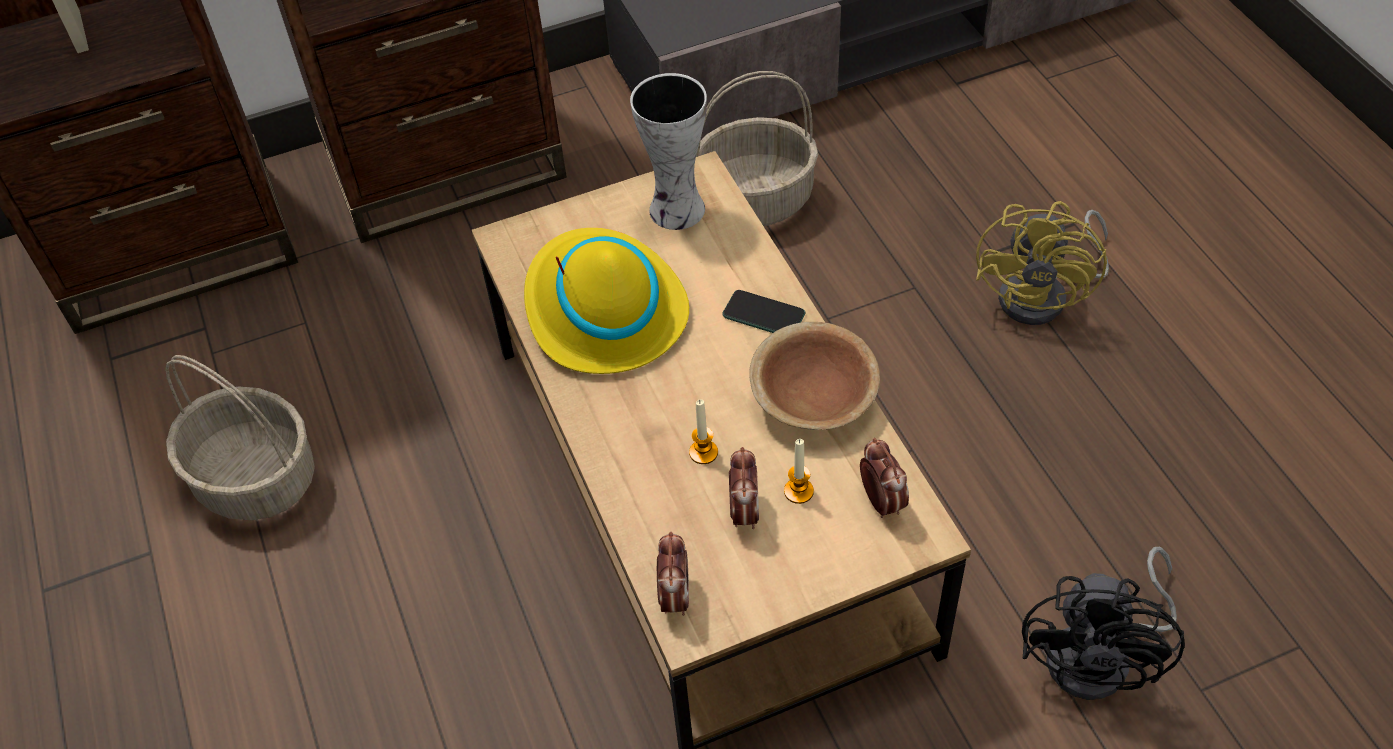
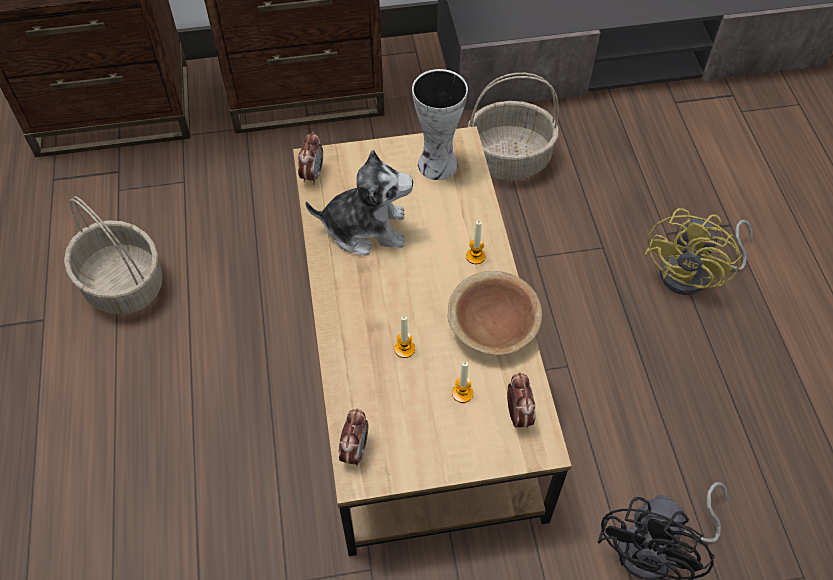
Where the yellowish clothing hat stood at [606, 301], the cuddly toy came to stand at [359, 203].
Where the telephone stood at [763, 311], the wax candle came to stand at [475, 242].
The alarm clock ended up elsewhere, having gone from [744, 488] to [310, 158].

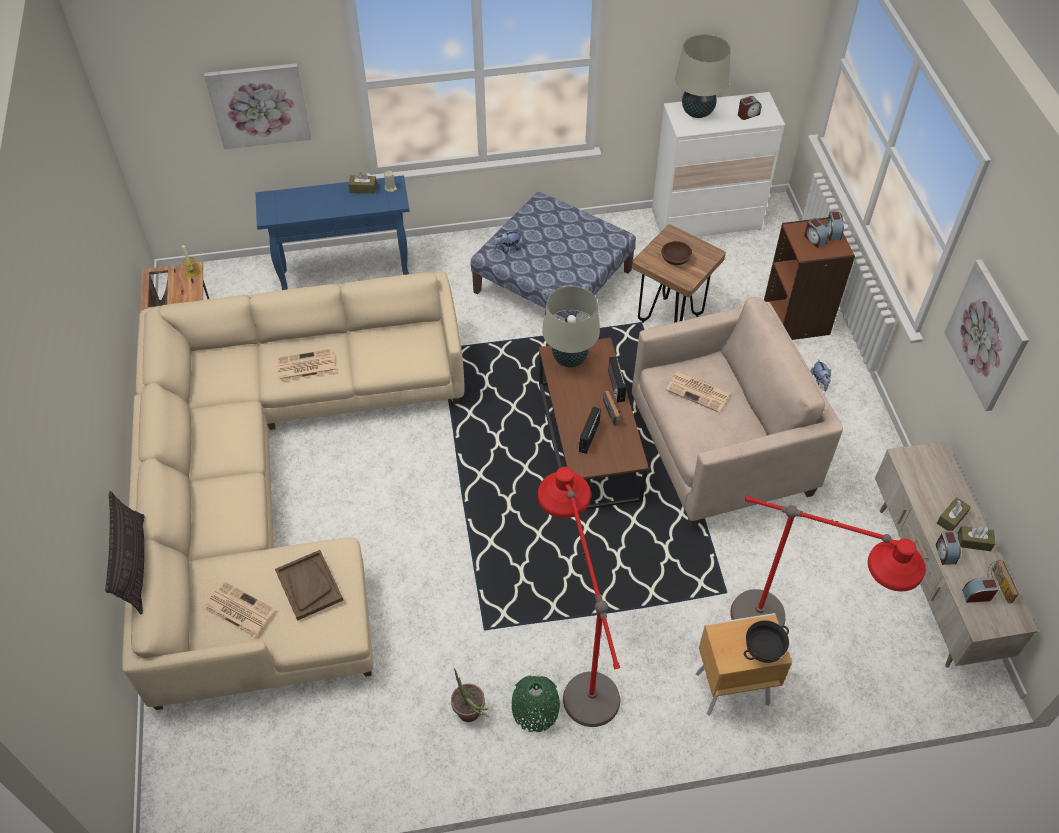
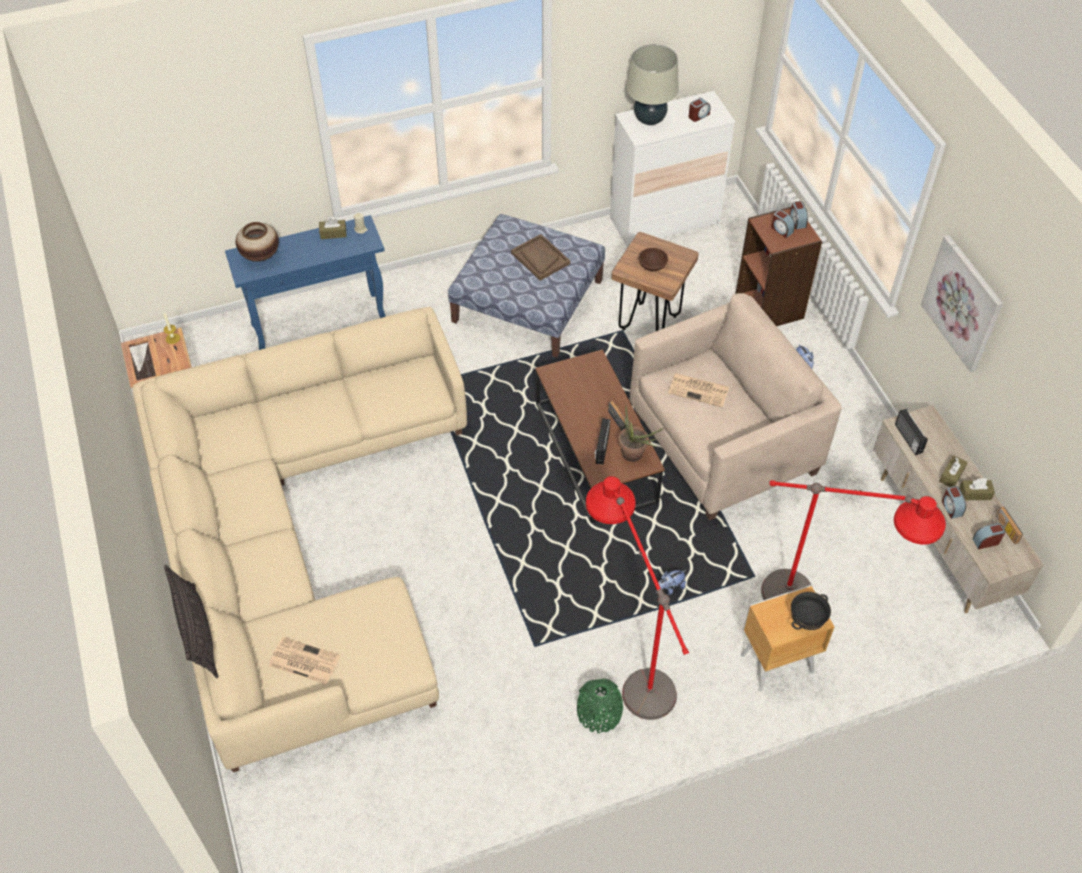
The second view lost the wall art at [257, 106].
The brown tray ended up elsewhere, having gone from [309, 585] to [540, 257].
The second view lost the newspaper at [306, 365].
The potted plant ended up elsewhere, having gone from [470, 695] to [641, 434].
The cuddly toy ended up elsewhere, having gone from [507, 241] to [671, 582].
The second view lost the sand-coloured tabletop lamp at [571, 326].
The radio ended up elsewhere, having gone from [617, 380] to [911, 432].
The second view gained the vase at [257, 242].

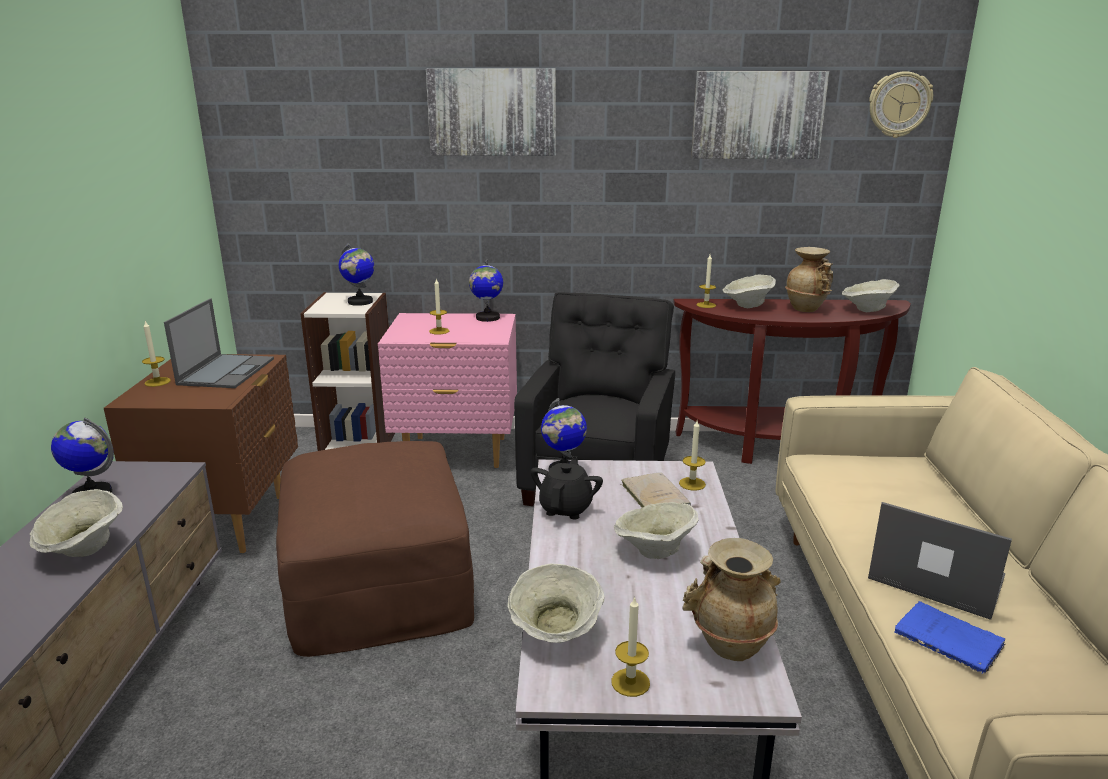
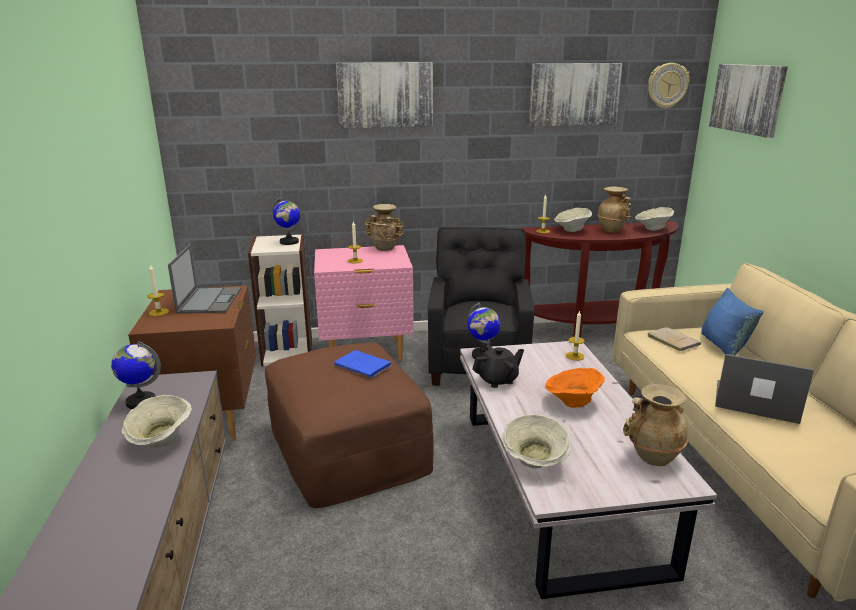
Where the world globe stood at [486, 290], the sand-coloured vase came to stand at [384, 227].
The black-coloured teapot at [567, 488] ended up facing another way, 60 degrees clockwise from before.
The second view lost the wax candle at [630, 646].
What was the sand-coloured bowl at [656, 530] turned into the orange-coloured bowl at [575, 388].
The sand-coloured bound book ended up elsewhere, having gone from [656, 490] to [674, 339].
The blue bound book ended up elsewhere, having gone from [950, 637] to [362, 363].
The second view gained the blue cushion at [732, 321].
The second view gained the wall art at [748, 101].

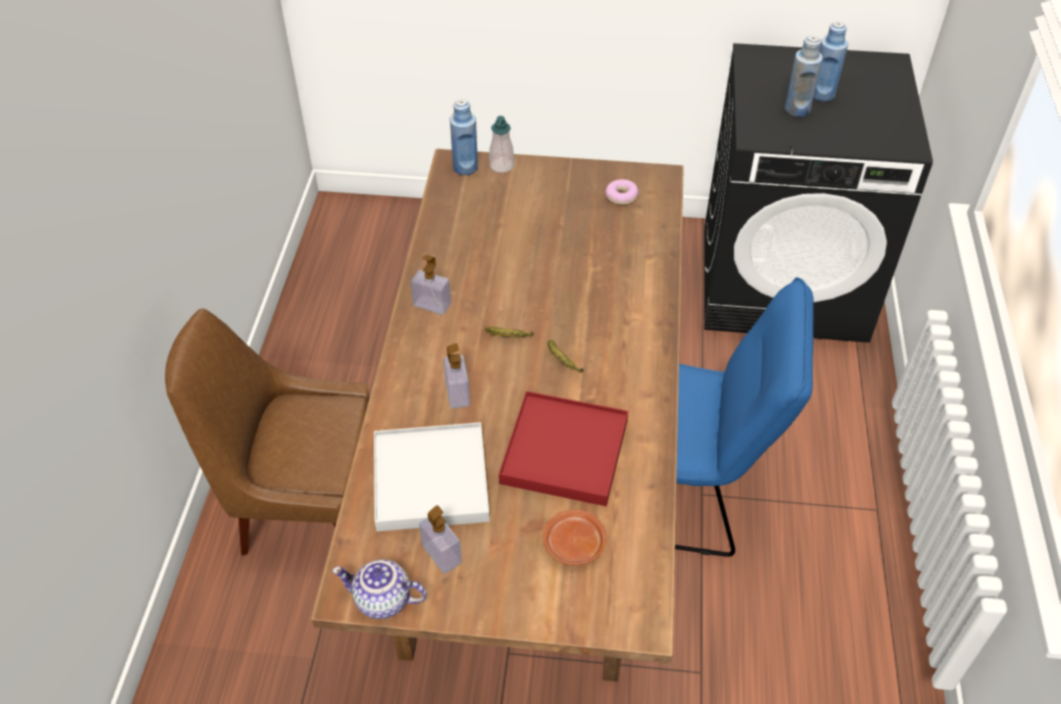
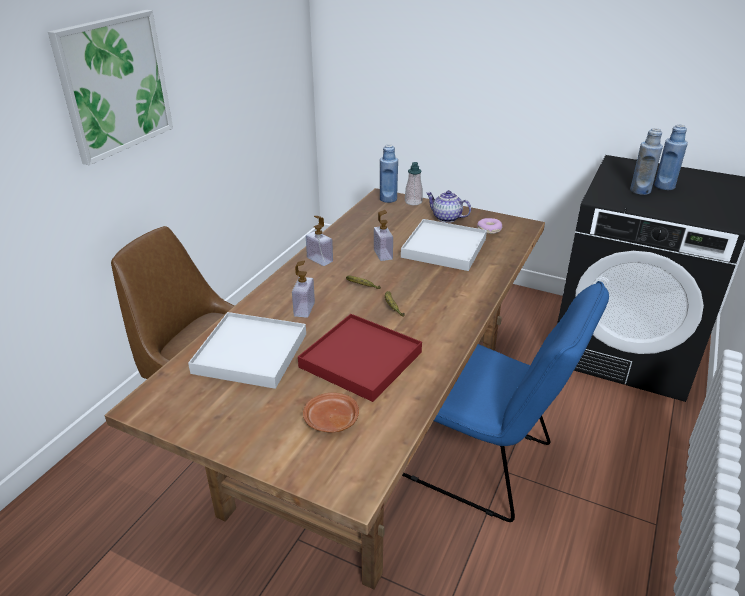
The teapot ended up elsewhere, having gone from [379, 589] to [448, 206].
The liquid soap bottle ended up elsewhere, having gone from [440, 539] to [383, 235].
The second view gained the wall art at [110, 87].
The second view gained the white tray at [444, 245].

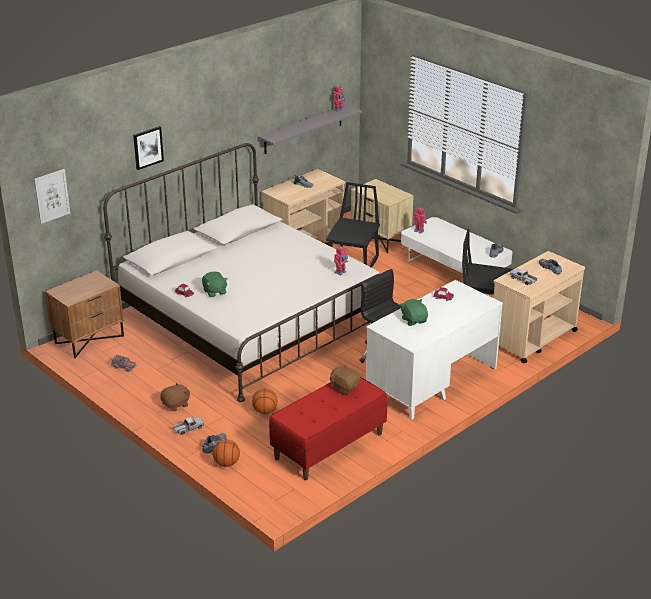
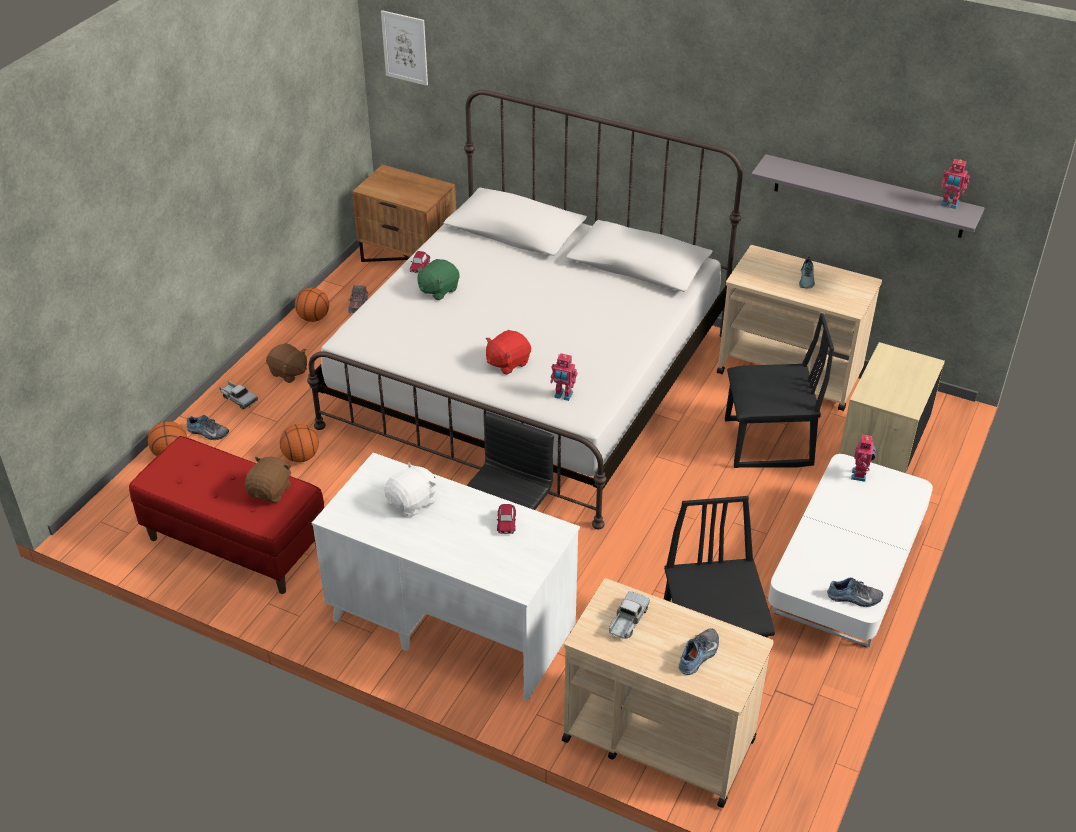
The second view lost the wall art at [148, 148].
What was the green cuddly toy at [414, 312] turned into the white cuddly toy at [410, 489].
The second view gained the basketball ball at [312, 305].
The second view gained the reddish cuddly toy at [508, 352].

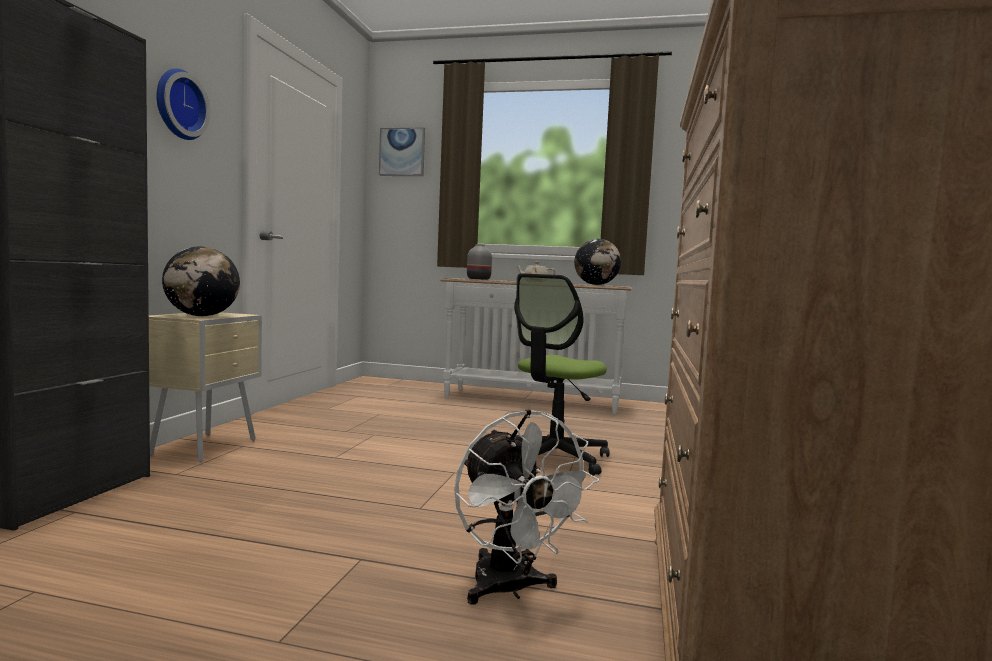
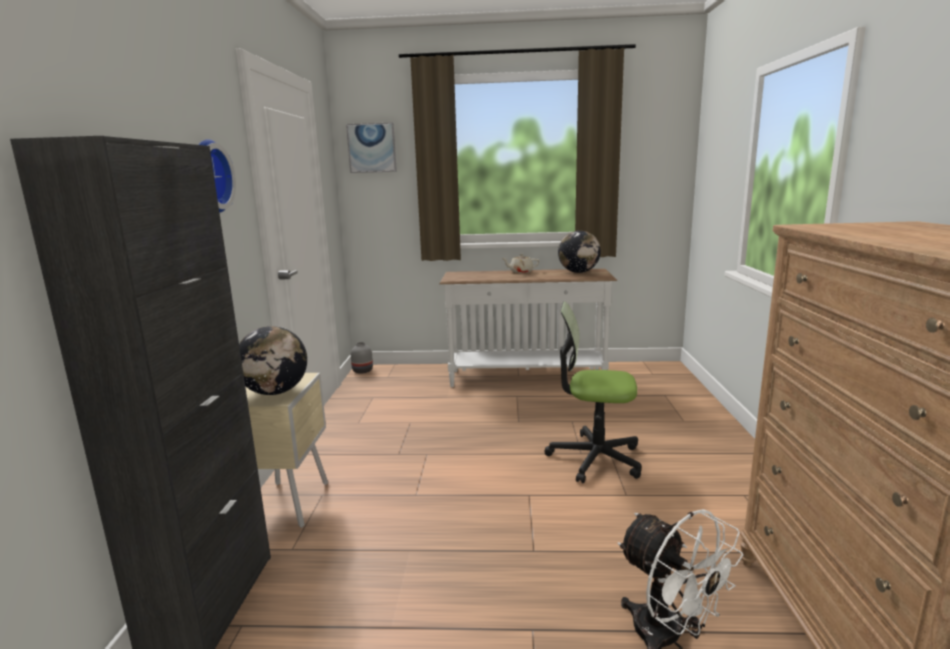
The greyish vase ended up elsewhere, having gone from [479, 262] to [362, 358].
The desk chair at [561, 374] ended up facing another way, 75 degrees clockwise from before.

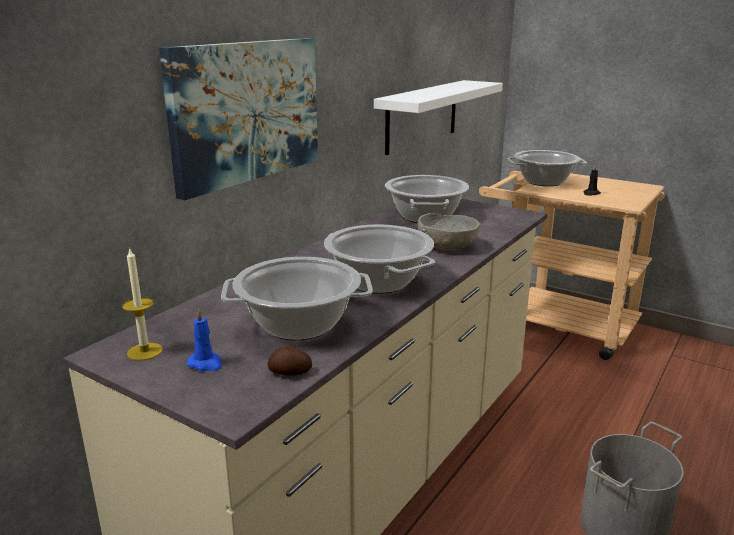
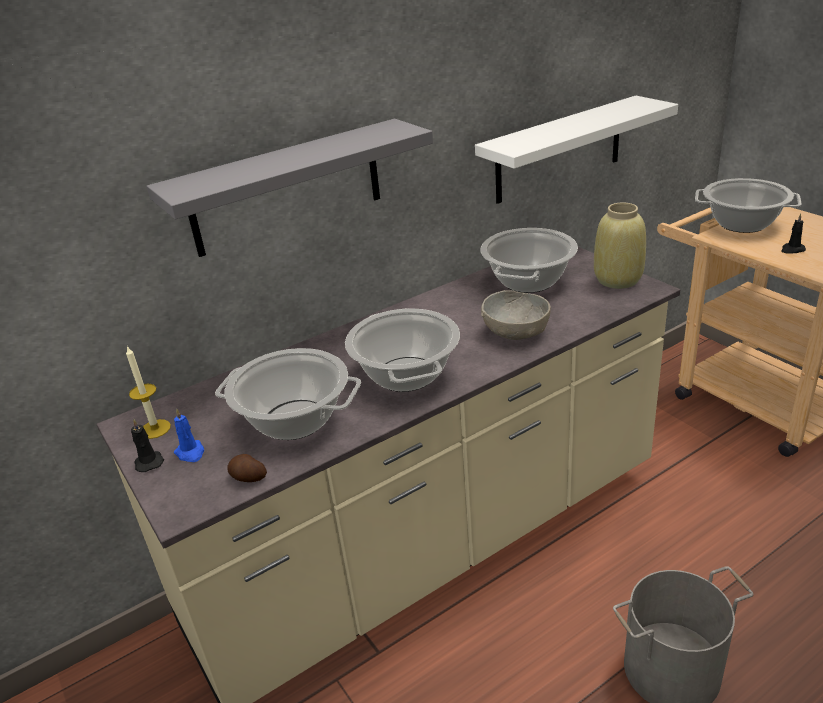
Where the wall art hung at [238, 119], the greyish wall shelf came to hang at [289, 188].
The second view gained the black-coloured wax candle at [147, 445].
The second view gained the sand-coloured vase at [620, 246].

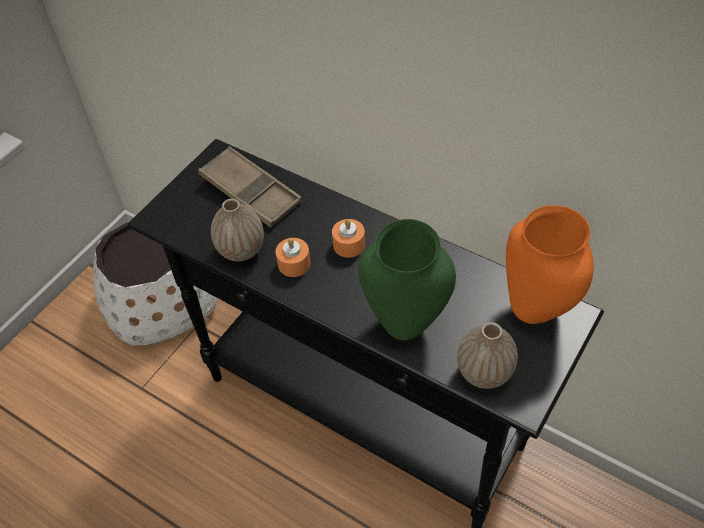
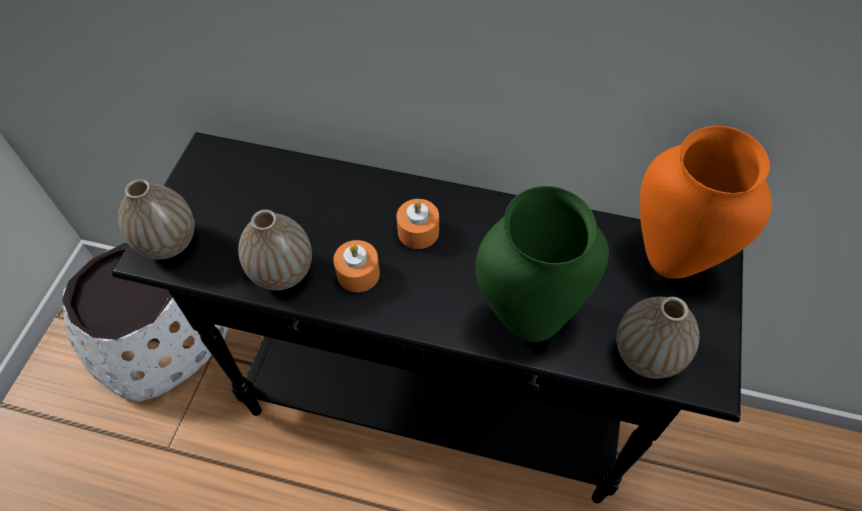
The second view lost the brown tray at [250, 187].
The second view gained the vase at [156, 219].

